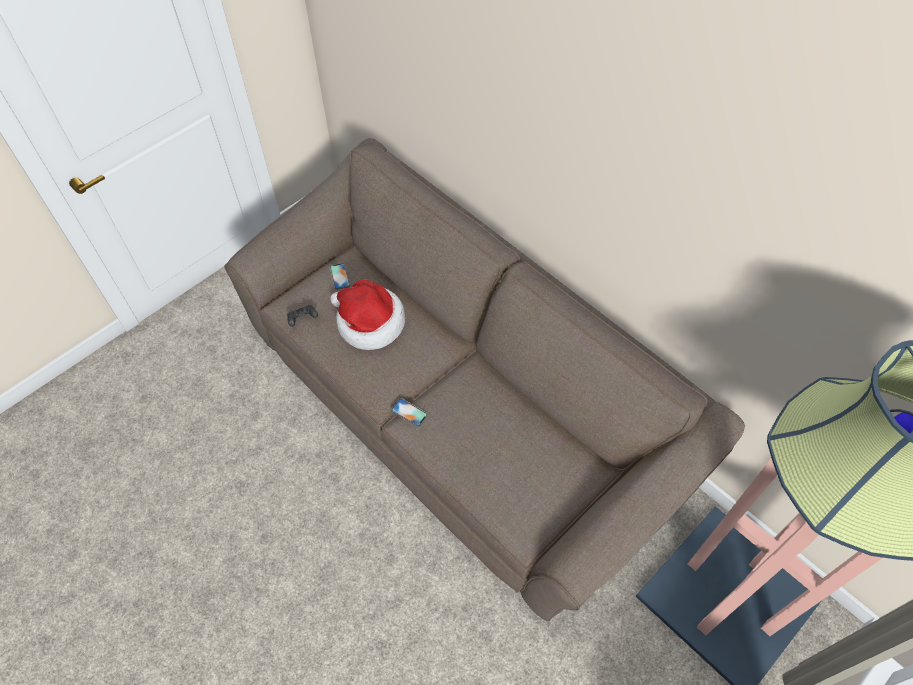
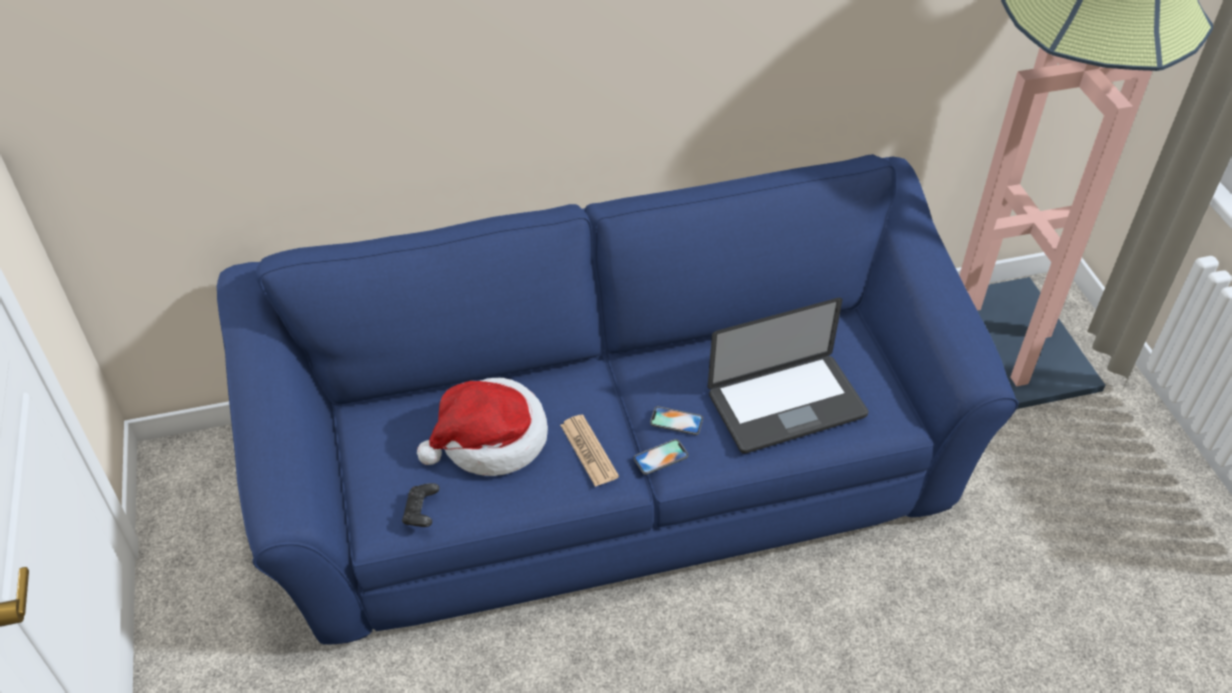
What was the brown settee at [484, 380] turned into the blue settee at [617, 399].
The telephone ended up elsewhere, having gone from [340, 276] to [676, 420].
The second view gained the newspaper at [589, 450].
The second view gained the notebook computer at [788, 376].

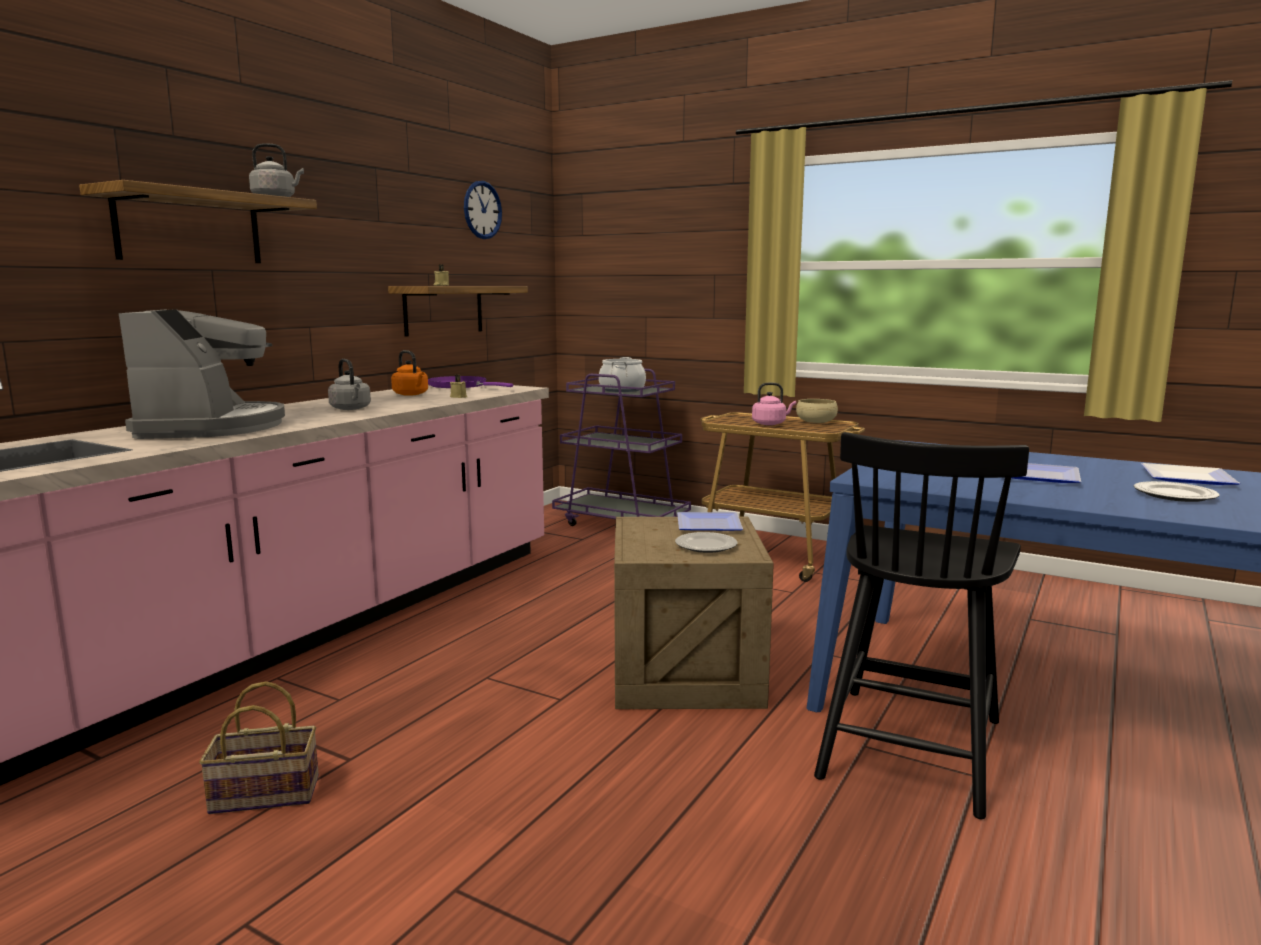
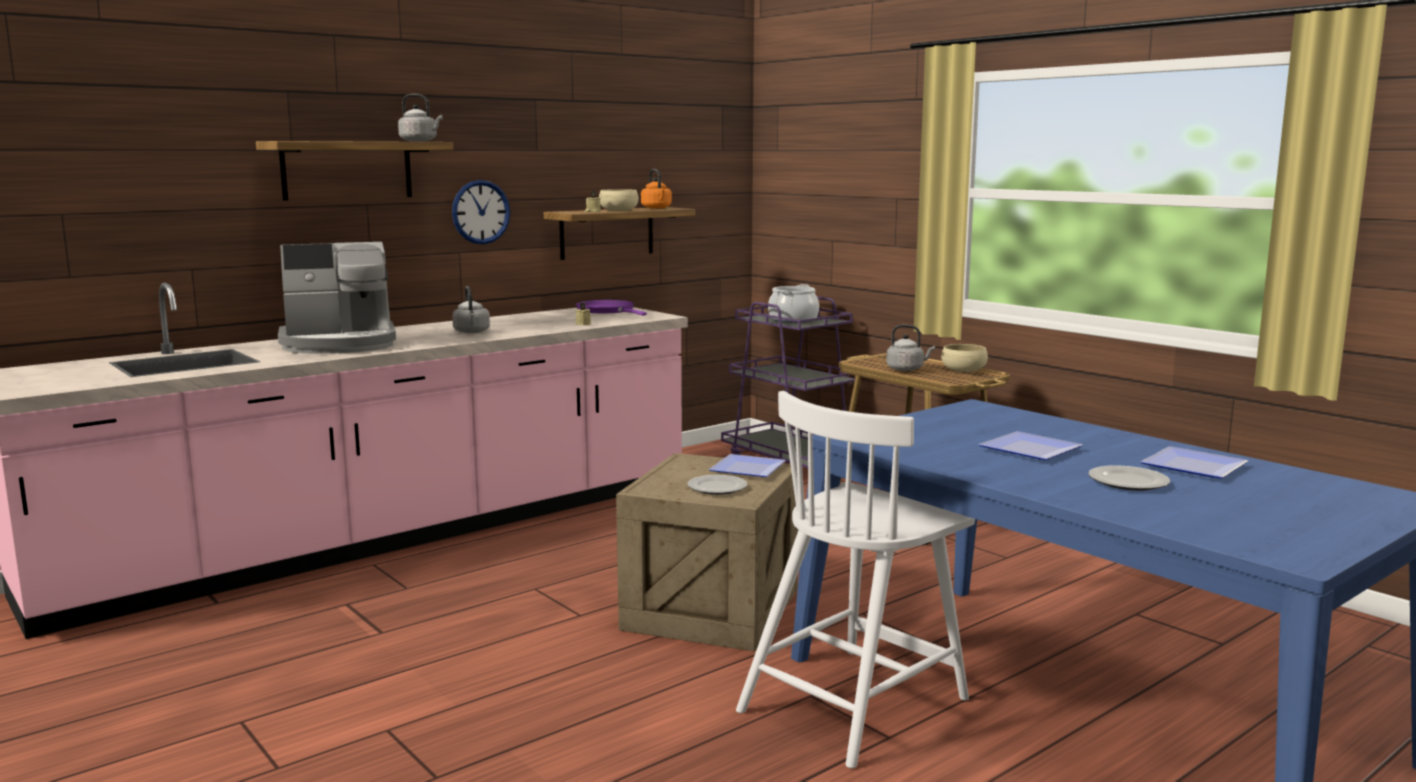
The coffee brewer at [202, 374] ended up facing another way, 60 degrees clockwise from before.
The second view lost the basket at [259, 747].
The orange-coloured kettle ended up elsewhere, having gone from [409, 373] to [656, 189].
The wall clock ended up elsewhere, having gone from [483, 210] to [481, 212].
What was the pink kettle at [774, 404] turned into the greyish kettle at [910, 348].
What was the black-coloured plain chair at [921, 625] turned into the white plain chair at [855, 580].
The second view gained the sand-coloured bowl at [619, 200].

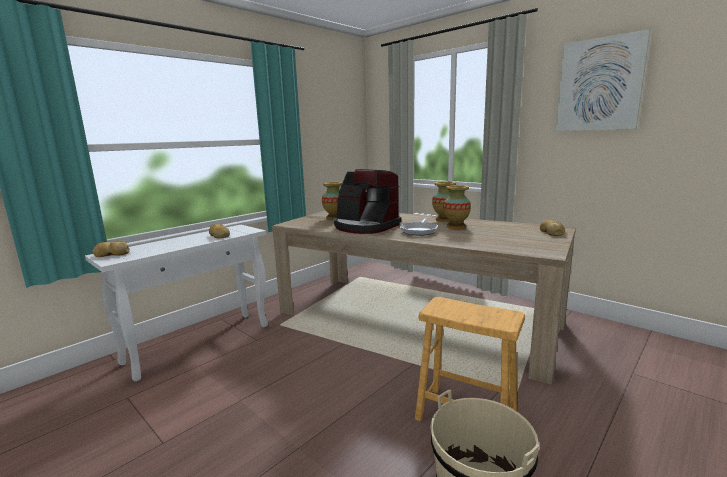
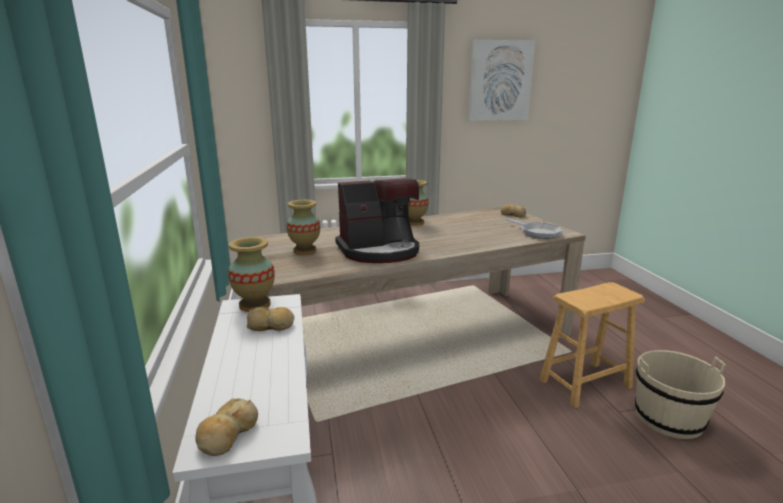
The frying pan ended up elsewhere, having gone from [419, 227] to [535, 229].
The vase ended up elsewhere, having gone from [457, 207] to [251, 274].

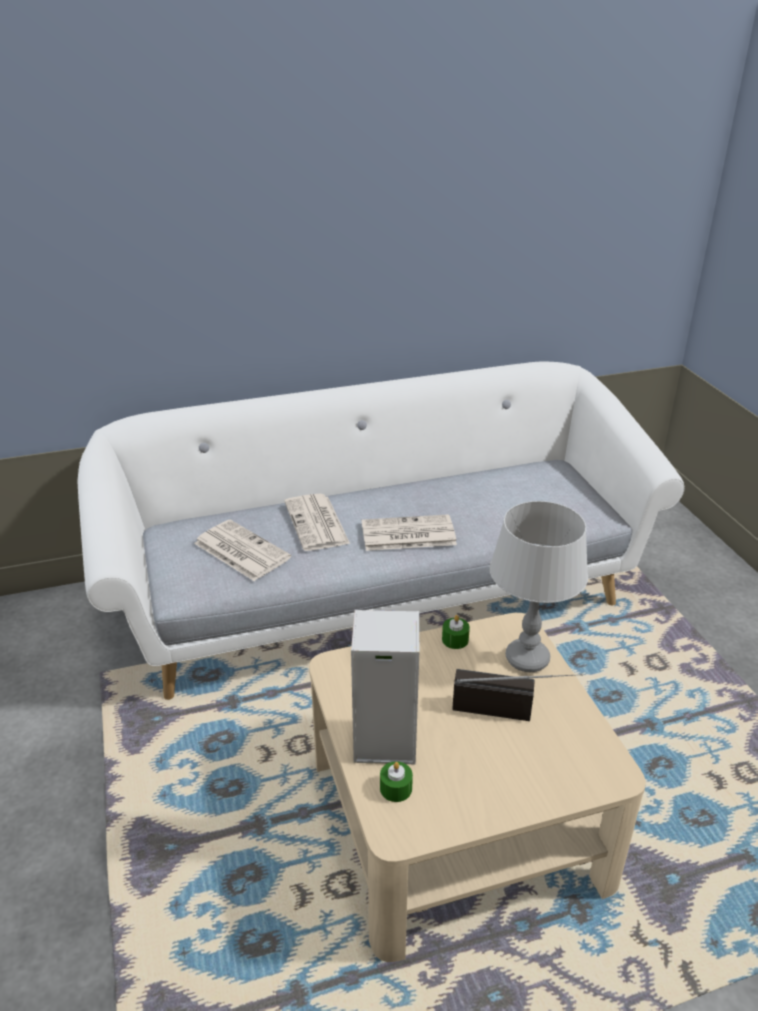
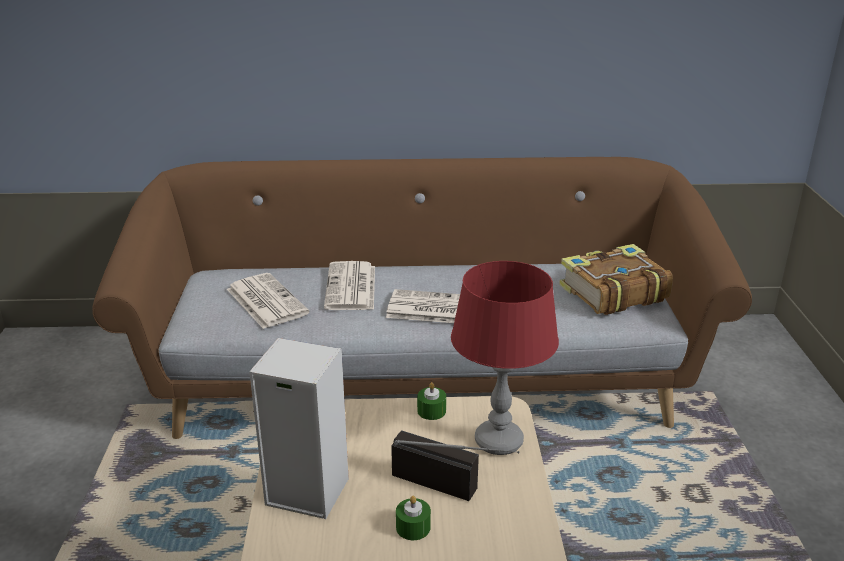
What was the white settee at [381, 530] turned into the brown settee at [422, 298].
The green wax candle ended up elsewhere, having gone from [396, 781] to [413, 518].
What was the greyish tabletop lamp at [539, 586] turned into the reddish tabletop lamp at [505, 358].
The second view gained the bound book at [616, 279].

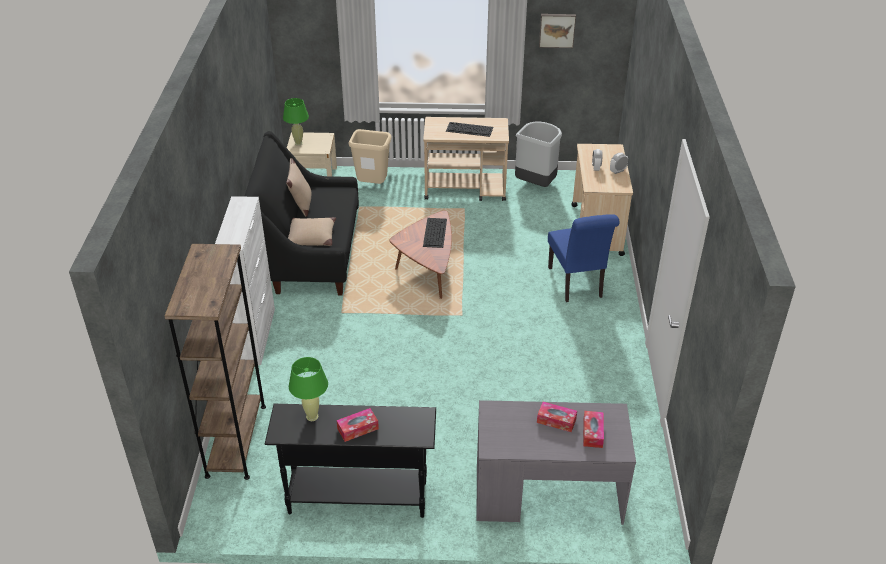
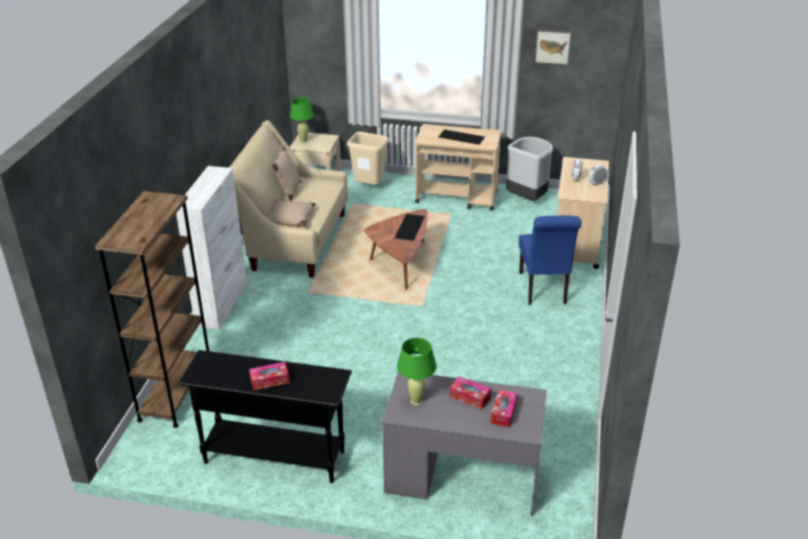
What was the black-coloured settee at [301, 213] turned into the sand-coloured settee at [288, 199].
The green tabletop lamp ended up elsewhere, having gone from [308, 389] to [417, 371].

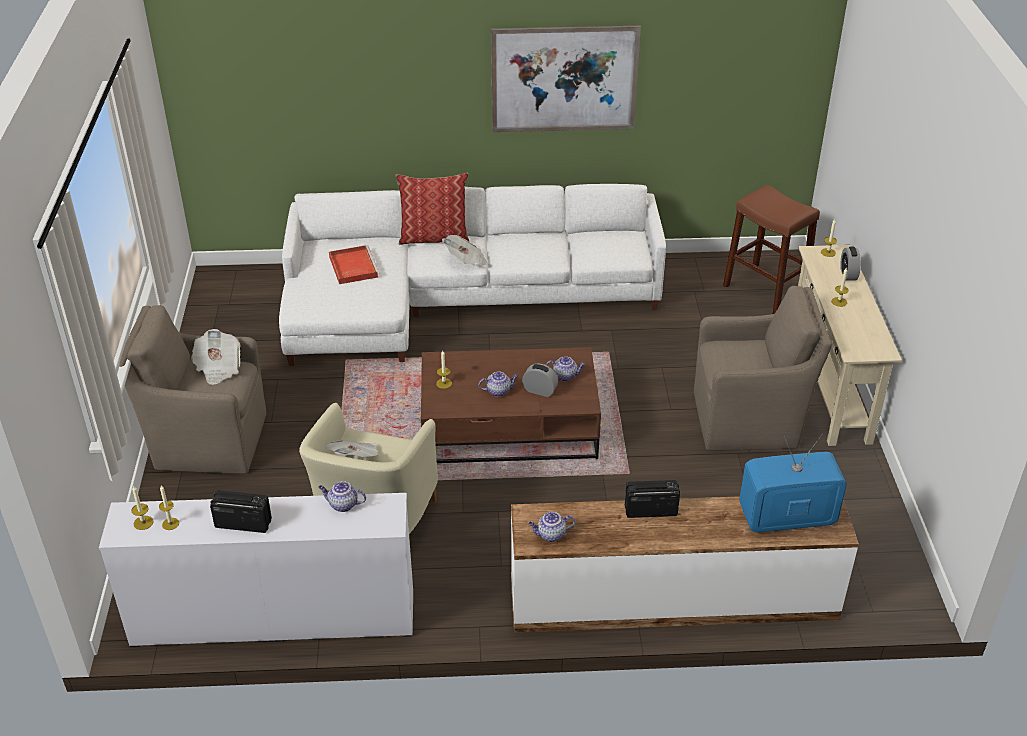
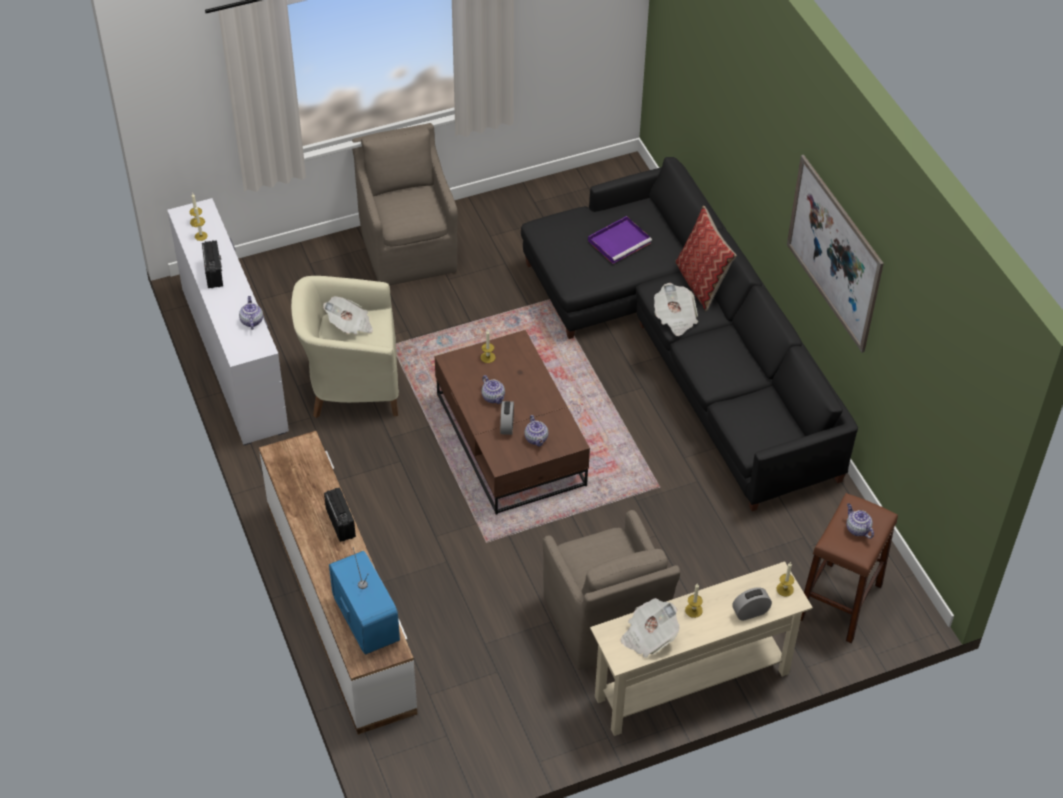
The newspaper ended up elsewhere, having gone from [216, 357] to [650, 628].
What was the white settee at [472, 275] turned into the black-coloured settee at [689, 334].
What was the reddish tray at [354, 264] turned into the purple tray at [620, 240].
The teapot ended up elsewhere, having gone from [551, 527] to [860, 521].

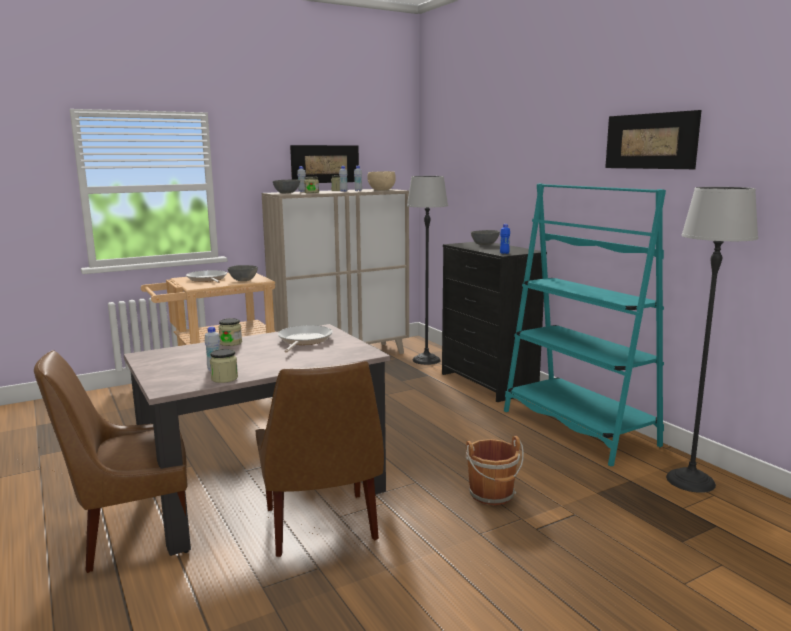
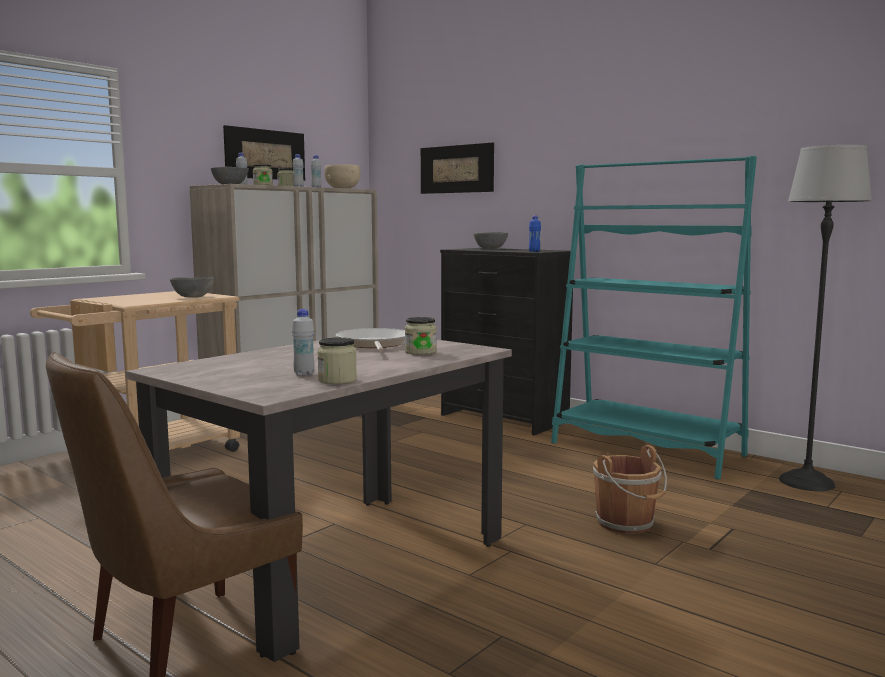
The second view lost the frying pan at [206, 276].
The preserve jar ended up elsewhere, having gone from [230, 332] to [421, 336].
The second view lost the brown plain chair at [319, 459].
The second view lost the floor lamp at [427, 270].
The wall art ended up elsewhere, having gone from [653, 139] to [457, 168].

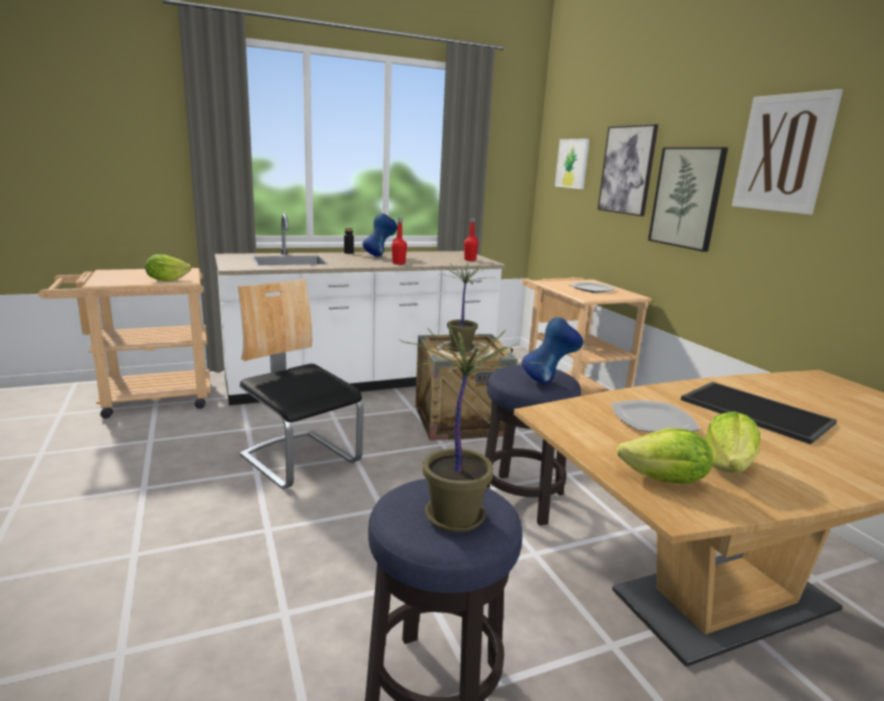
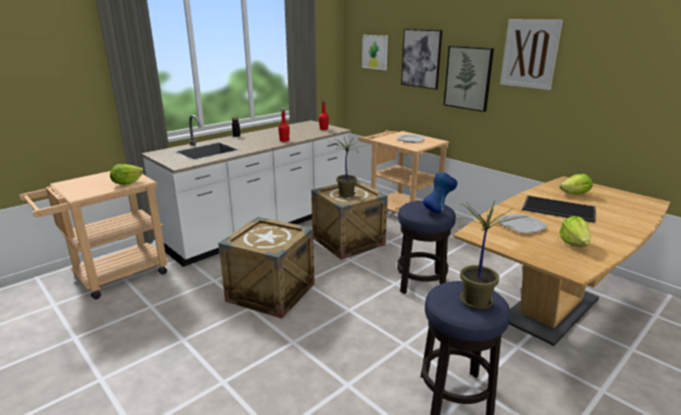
Where the plain chair stood at [301, 384], the shipping crate came to stand at [266, 268].
The second view lost the blue vase at [379, 234].
The lettuce head ended up elsewhere, having gone from [665, 455] to [576, 184].

